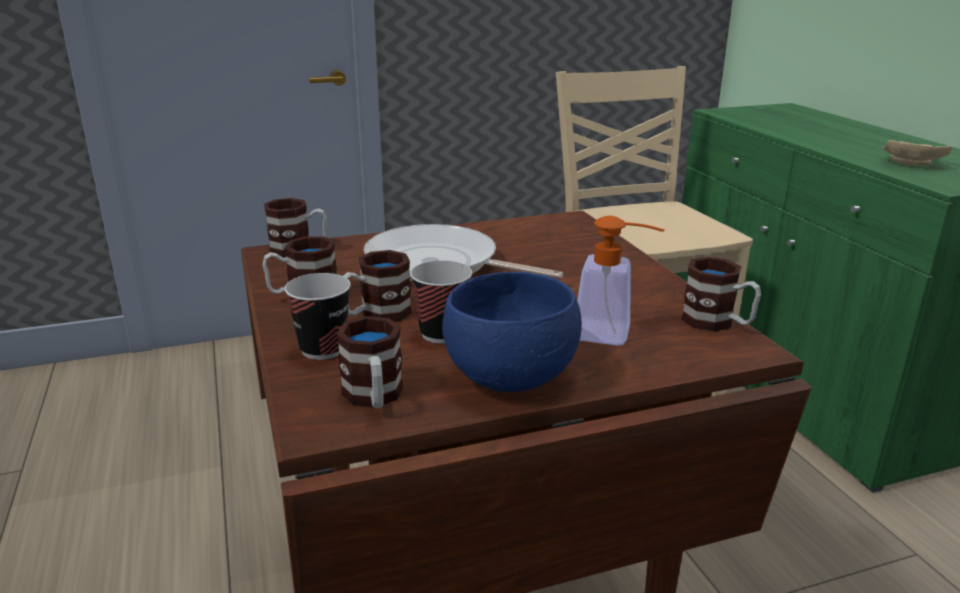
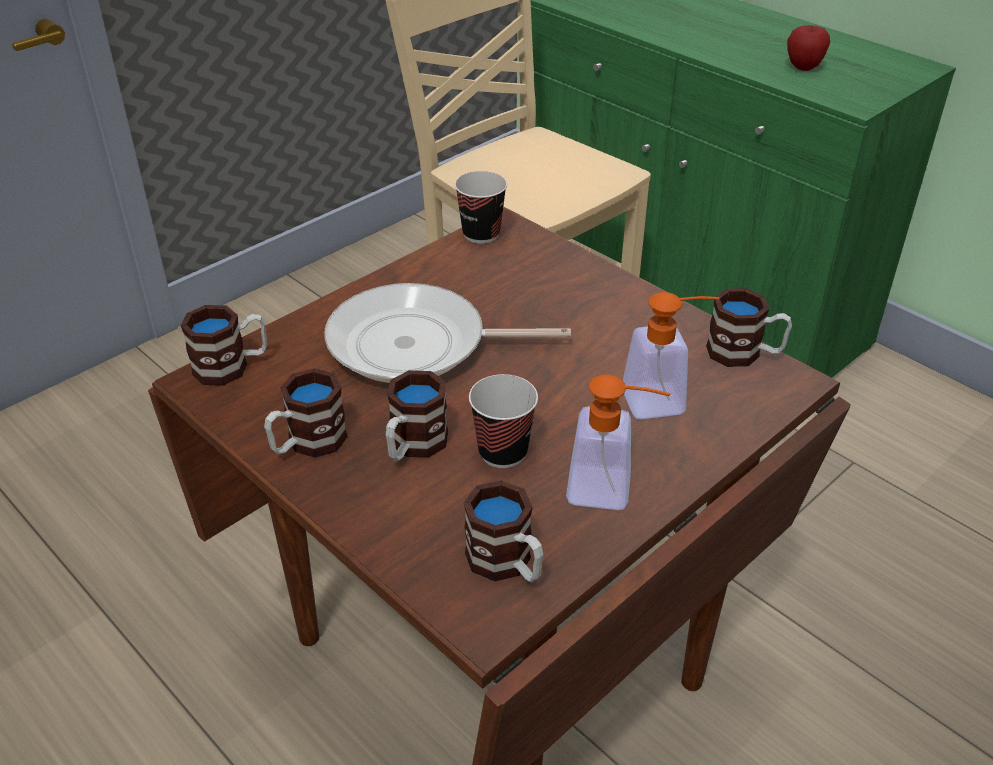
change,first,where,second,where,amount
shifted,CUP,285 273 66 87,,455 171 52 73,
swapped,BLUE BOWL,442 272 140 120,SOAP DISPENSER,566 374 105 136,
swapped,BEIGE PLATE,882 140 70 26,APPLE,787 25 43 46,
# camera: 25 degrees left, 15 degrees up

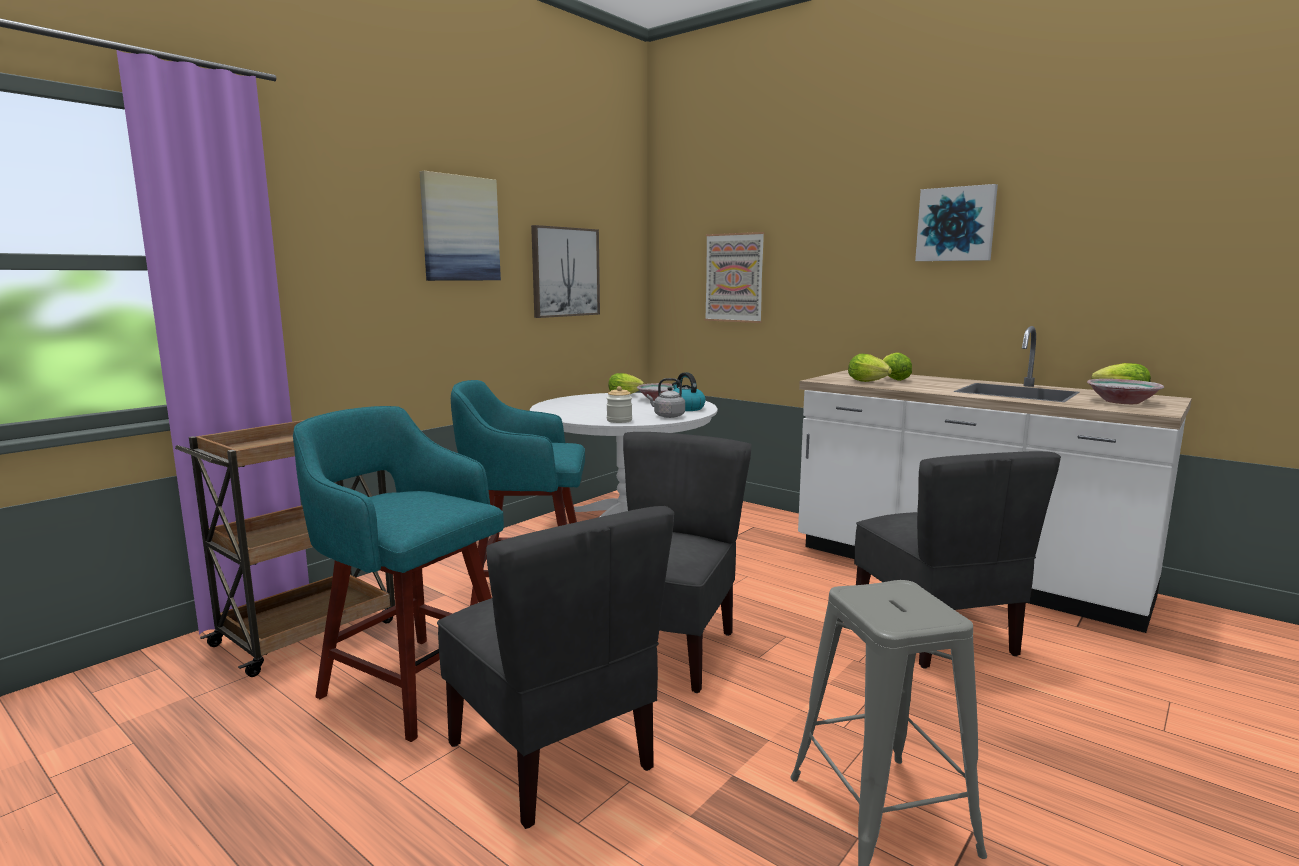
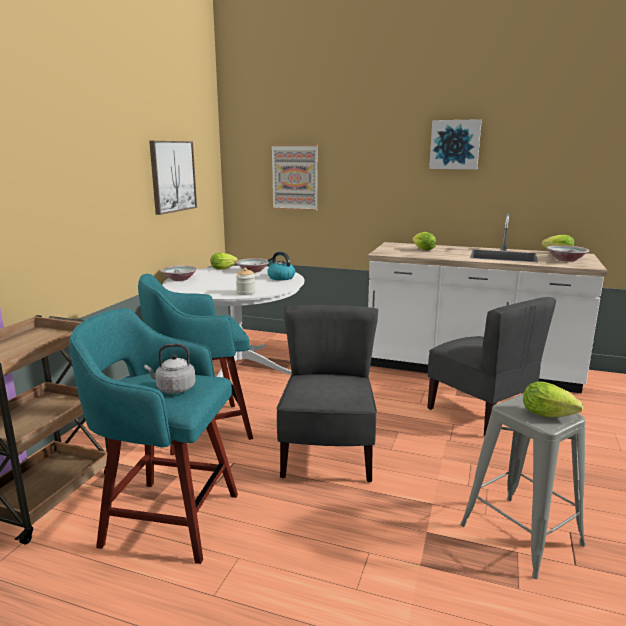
change,first,where,second,where,amount
gone,PICTURE,419 171 82 110,,,
gone,GREY CHAIR,437 506 237 323,,,
new,,,BOWL,161 265 36 16,
shifted,GREY KETTLE,647 378 38 40,,144 344 52 50,
shifted,LETTUCE,848 354 44 28,,523 381 60 36,
# camera: 20 degrees left, 5 degrees up

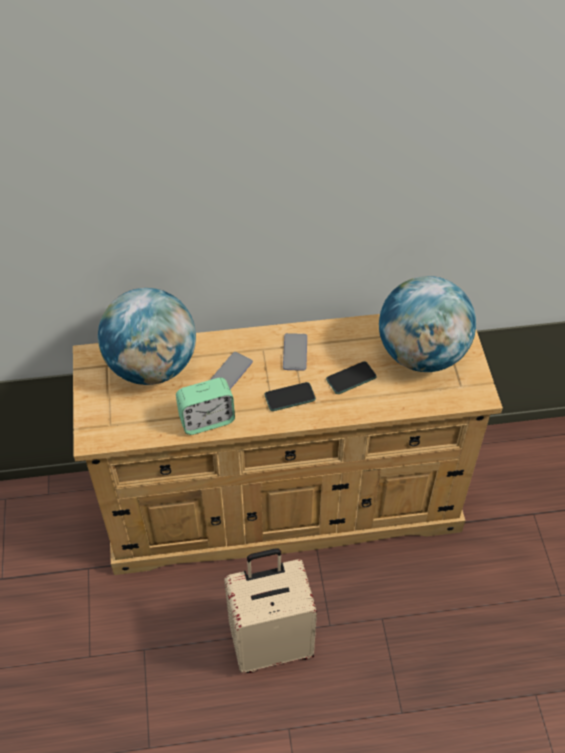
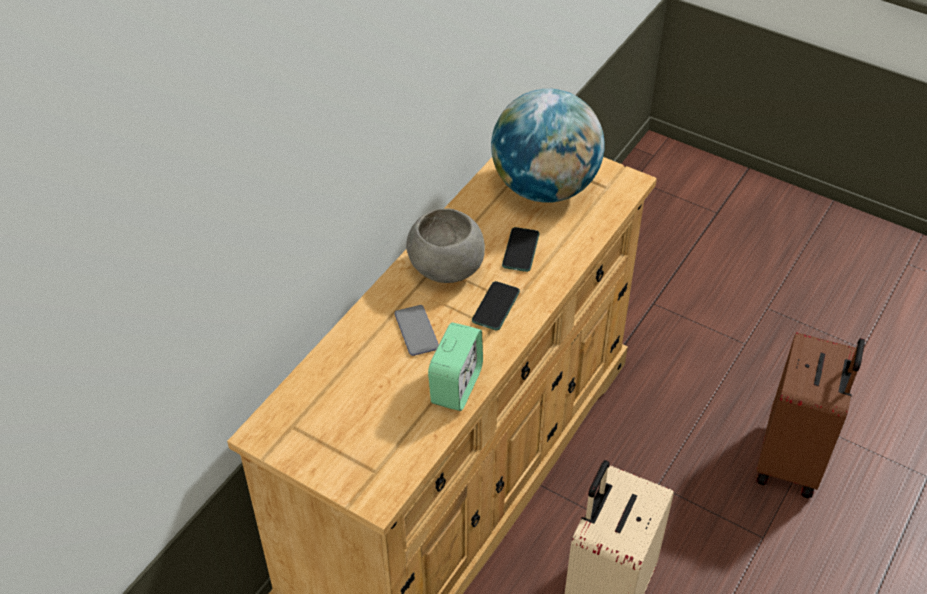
change,first,where,second,where,amount
gone,GLOBE,98 288 98 97,,,
new,,,BROWN SUITCASE,756 332 109 166,
swapped,PHONE,283 333 24 38,GREY BOWL,406 208 79 75,
# camera: 50 degrees left, 5 degrees down

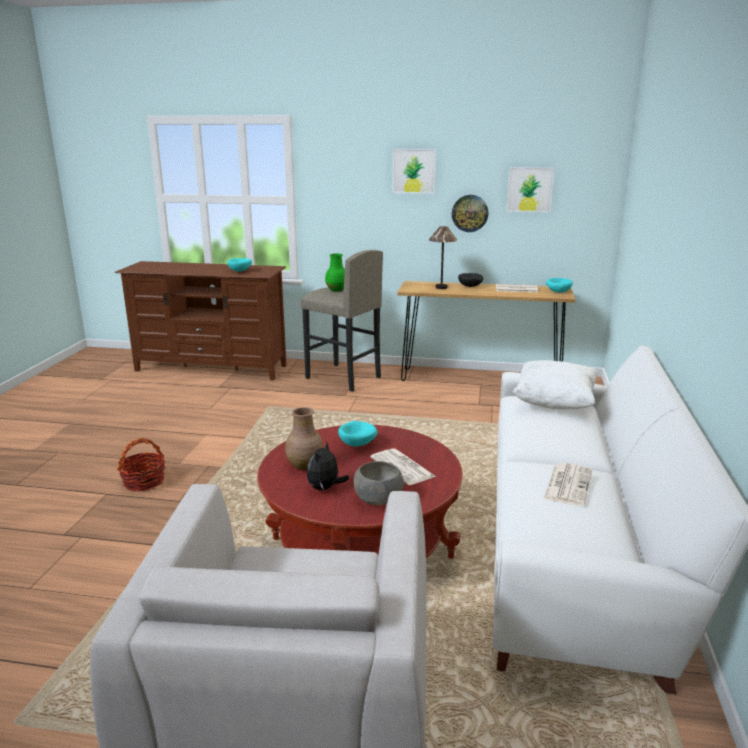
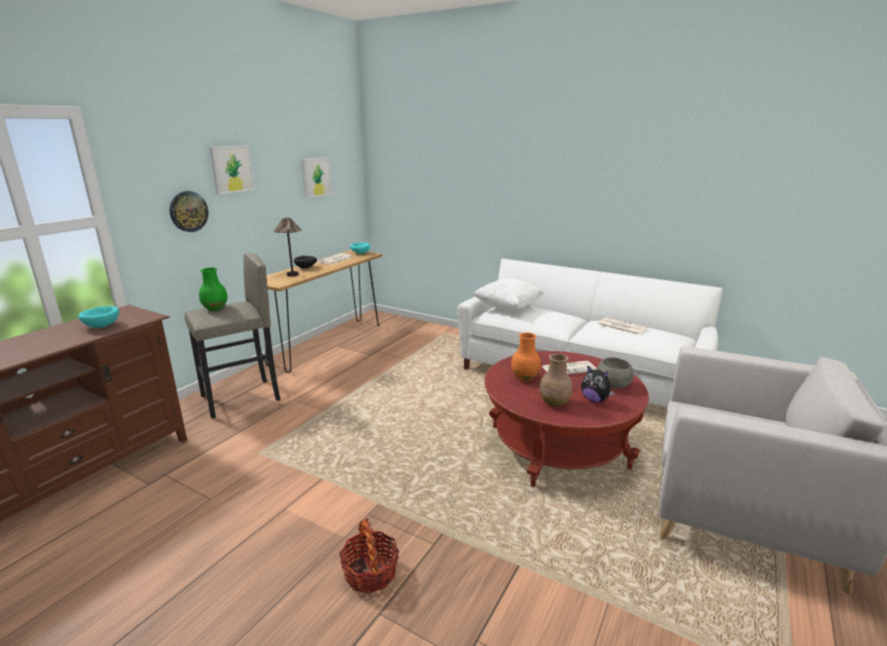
change,first,where,second,where,amount
shifted,WALL CLOCK,452 195 36 37,,170 191 39 41,
swapped,TURQUOISE BOWL,338 421 39 25,ORANGE VASE,511 332 30 49,
# camera: 70 degrees left, 0 degrees up

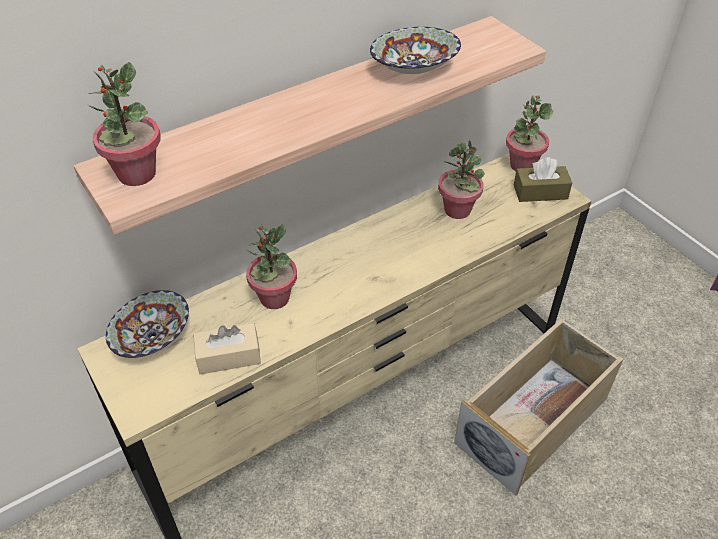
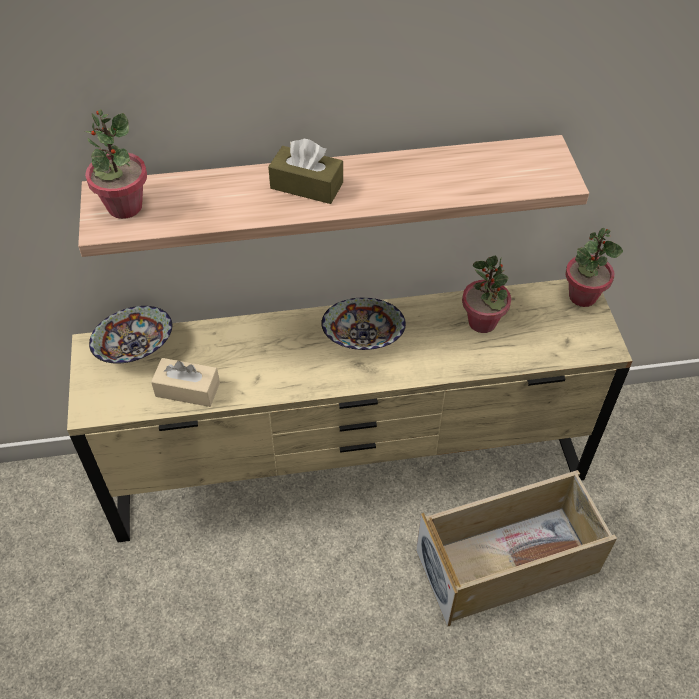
change,first,where,second,where,amount
gone,POTTED PLANT,246 225 51 84,,,
shifted,BOWL,370 27 91 47,,321 298 85 52,
shifted,BROWN TISSUE BOX,514 157 58 45,,268 139 75 65,
# camera: 25 degrees right, 5 degrees up

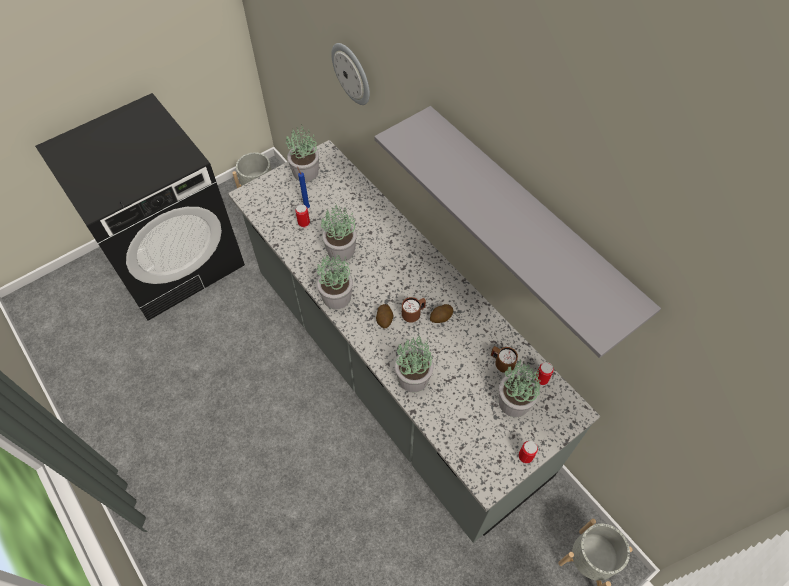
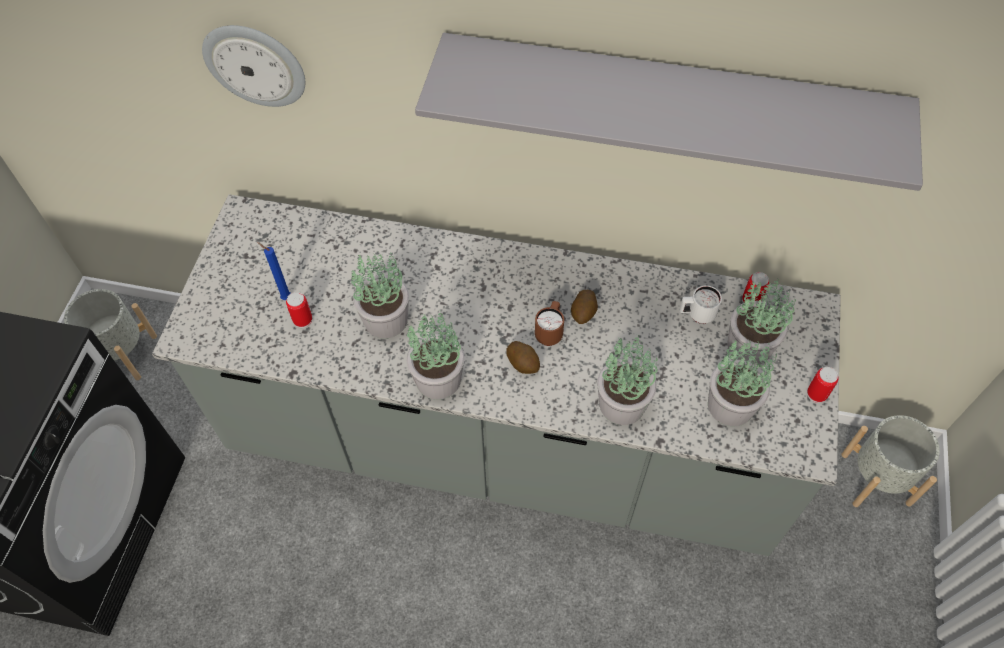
change,first,where,second,where,amount
shifted,POTTED PLANT,286 127 33 55,,708 341 69 85,
repainted,BROWN MUG,491 346 27 27,WHITE MUG,679 285 43 39,
# camera: 40 degrees left, 0 degrees up

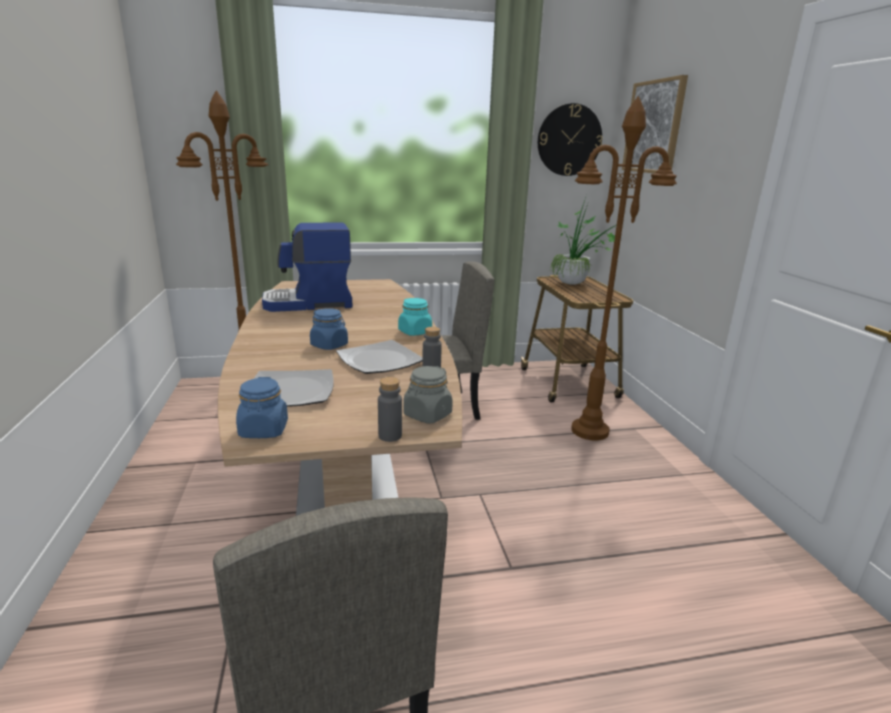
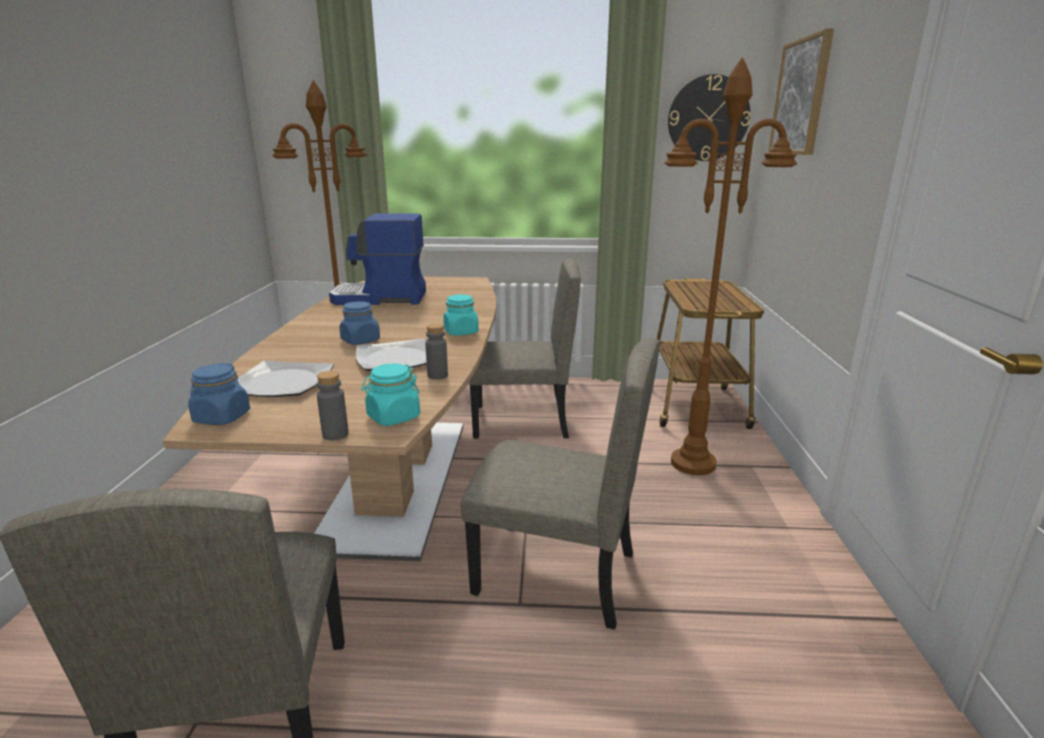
change,first,where,second,where,amount
gone,POTTED PLANT,550 198 66 87,,,
new,,,BEIGE CHAIR,461 338 199 292,
repainted,GREY JAR,403 366 50 58,TURQUOISE JAR,361 364 59 62,
# camera: 15 degrees right, 0 degrees up

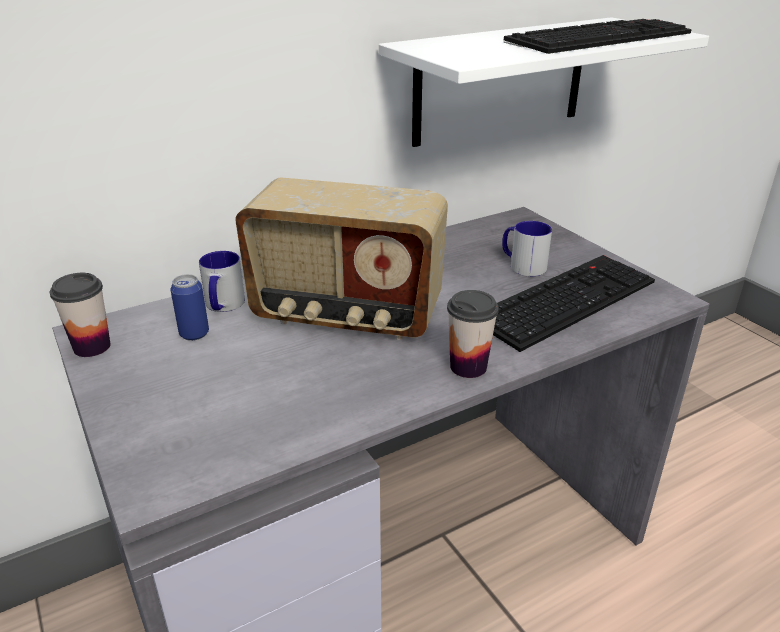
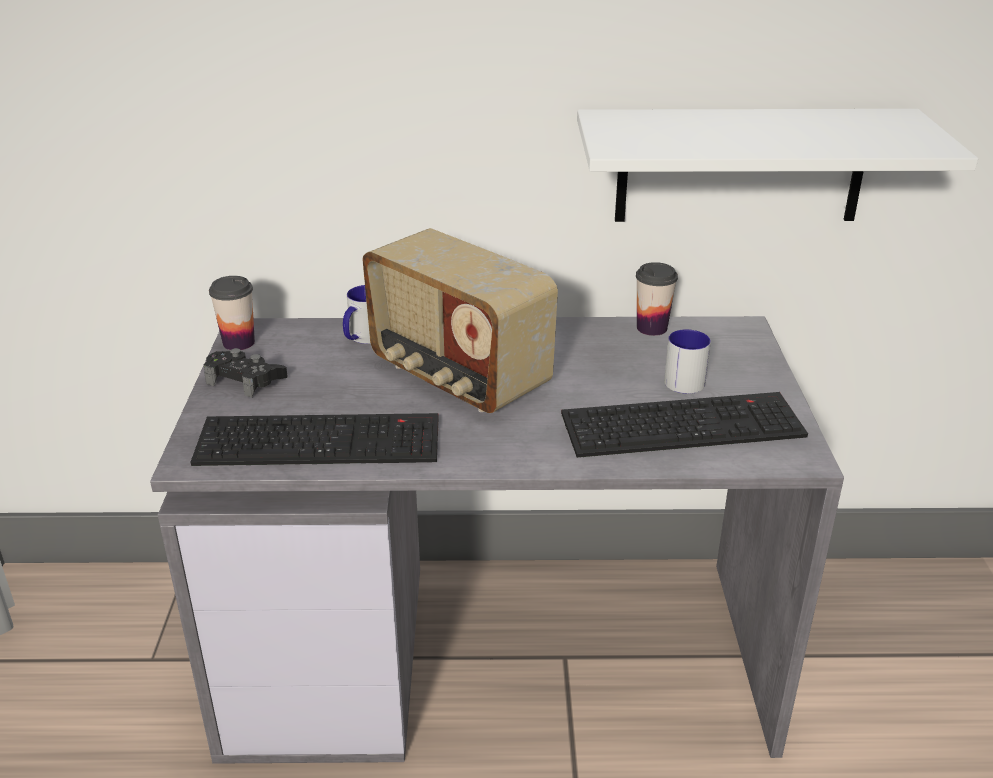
change,first,where,second,where,amount
gone,CAN,170 274 39 67,,,
new,,,BLACK GAME CONTROLLER,203 348 85 49,
shifted,CUP,447 290 52 88,,636 262 42 74,
shifted,KEYBOARD,503 19 189 35,,191 413 248 53,
# camera: 30 degrees right, 0 degrees up

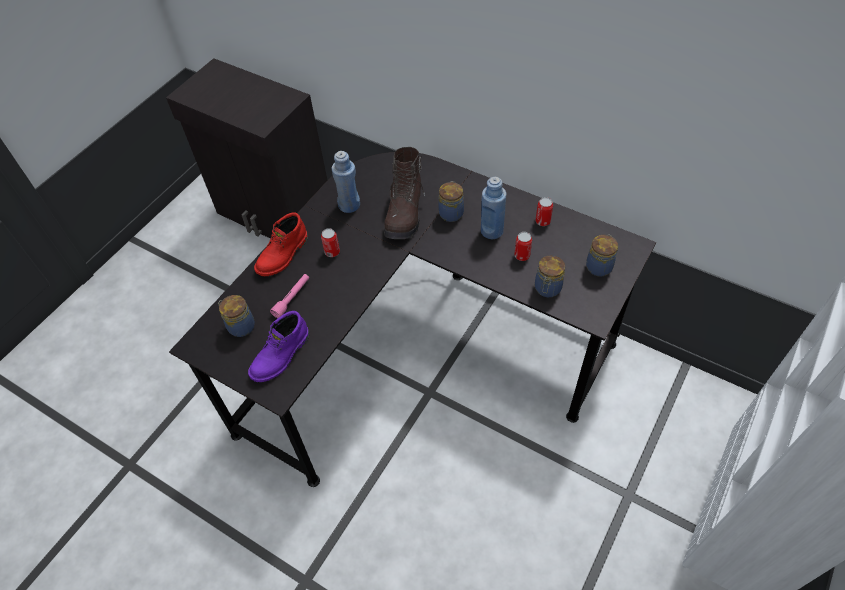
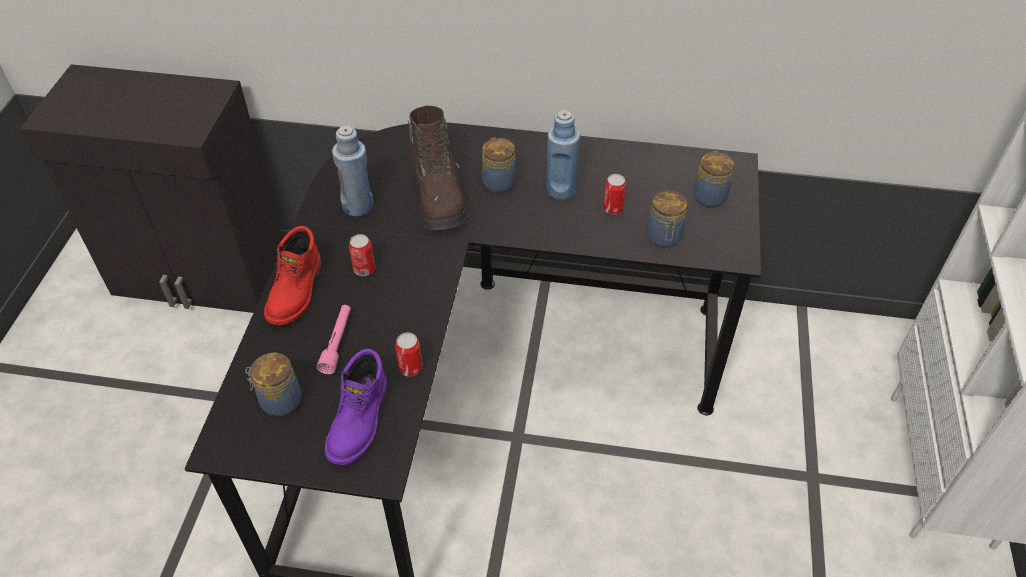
change,first,where,second,where,amount
shifted,CAN,536 197 17 29,,395 332 28 45,
# camera: 25 degrees left, 5 degrees down

